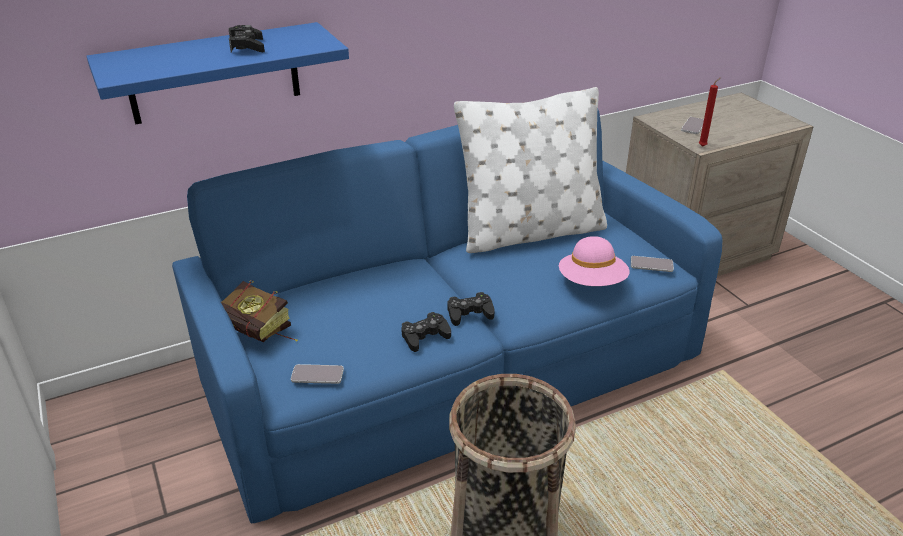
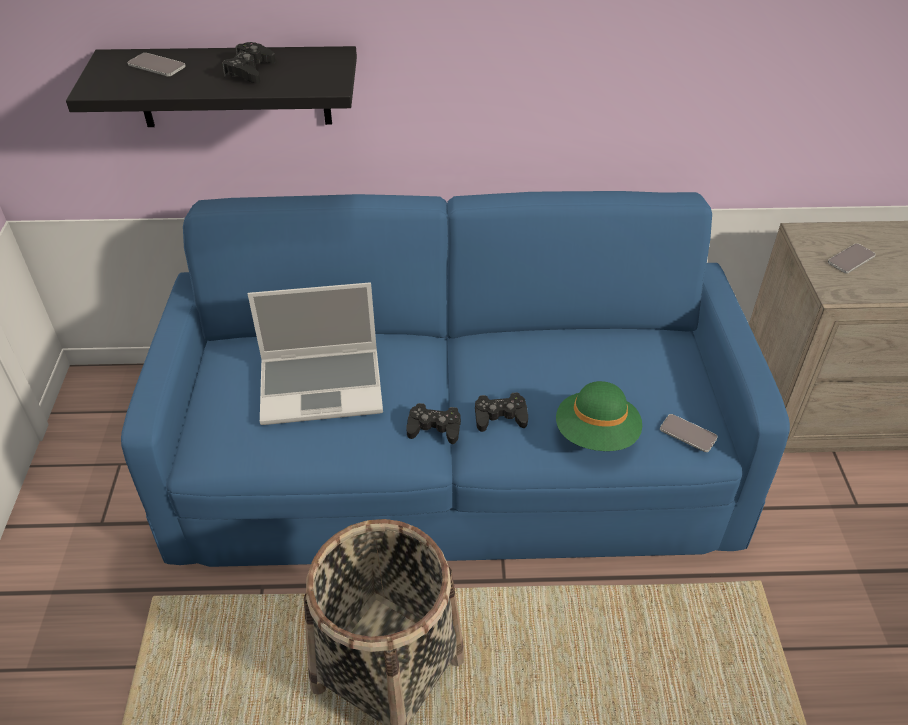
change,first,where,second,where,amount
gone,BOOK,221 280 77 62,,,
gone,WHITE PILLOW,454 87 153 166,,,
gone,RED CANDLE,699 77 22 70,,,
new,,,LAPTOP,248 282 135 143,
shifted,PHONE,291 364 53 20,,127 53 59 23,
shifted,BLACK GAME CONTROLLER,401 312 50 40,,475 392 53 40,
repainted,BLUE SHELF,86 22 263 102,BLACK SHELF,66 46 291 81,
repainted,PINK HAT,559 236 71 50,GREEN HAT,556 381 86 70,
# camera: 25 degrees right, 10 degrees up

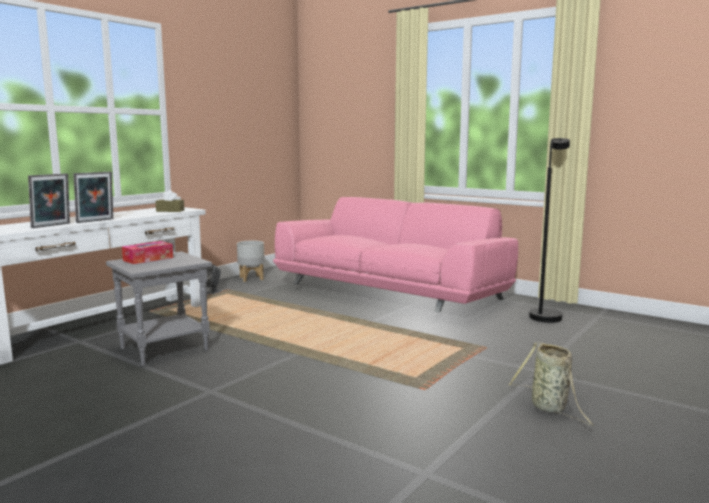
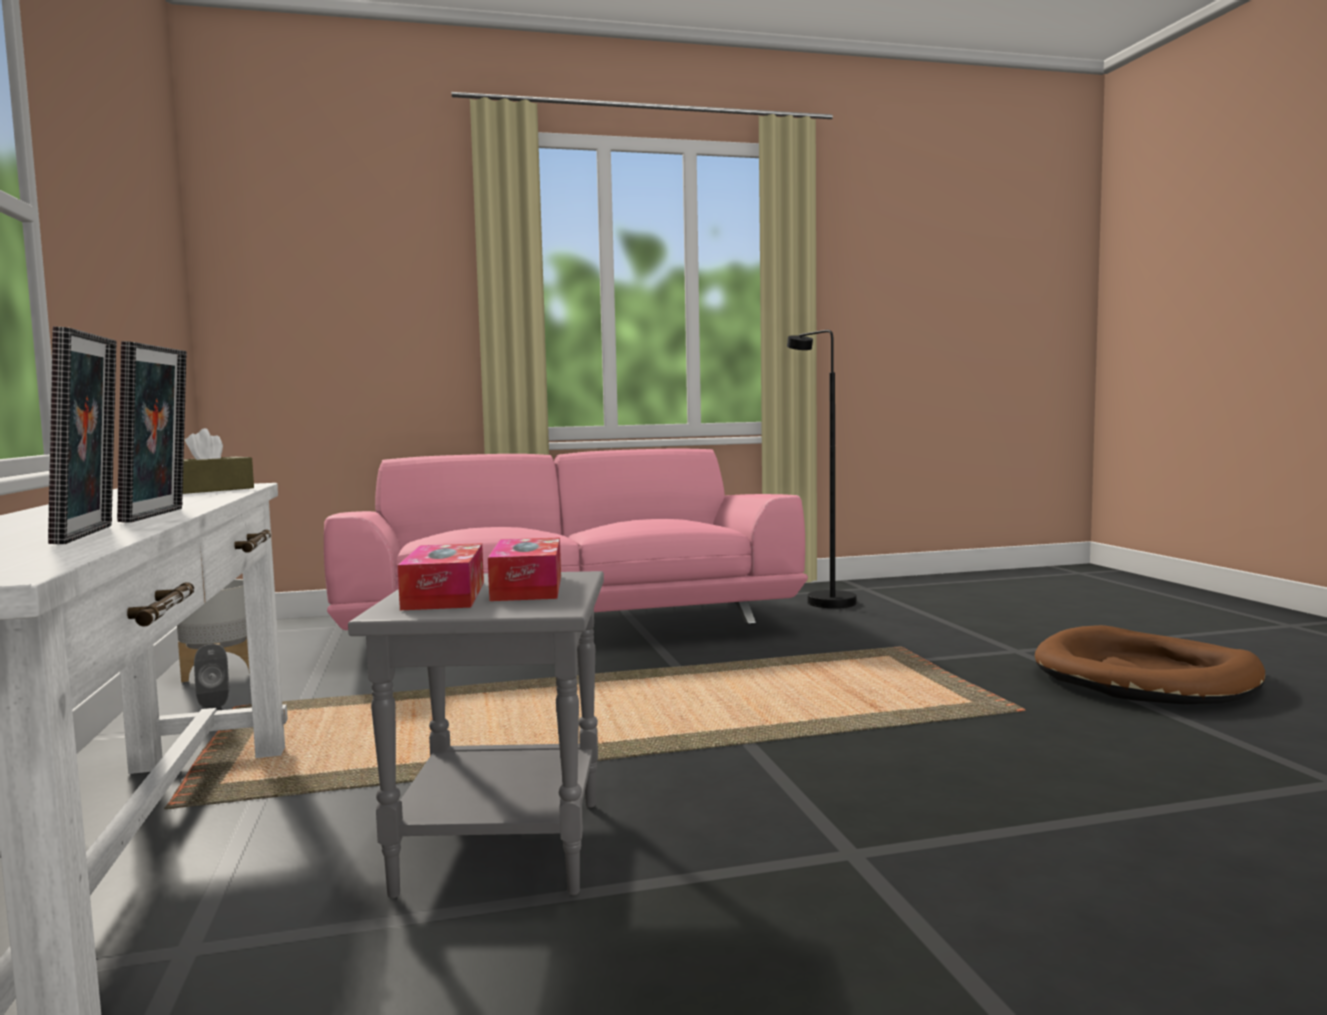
change,first,where,second,where,amount
new,,,TISSUE BOX,488 538 73 63,
swapped,BASKET,508 342 87 84,BROWN DOG BED,1035 625 231 79,
# camera: 50 degrees left, 5 degrees down

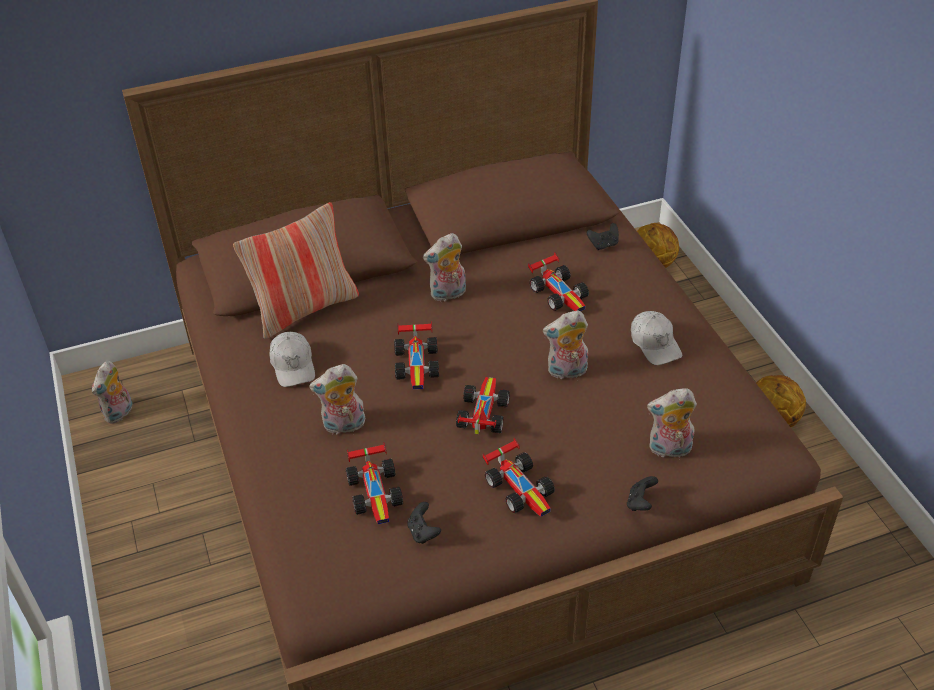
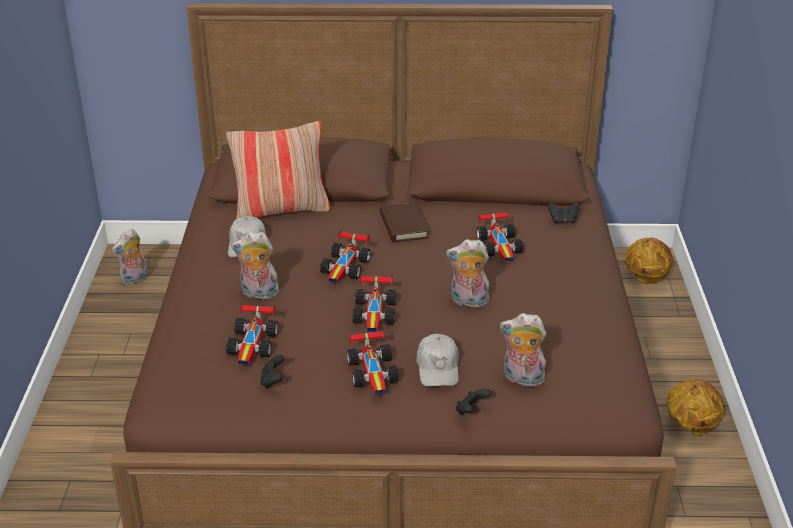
change,first,where,second,where,amount
shifted,WHITE CAP,631 311 51 54,,416 334 43 53,
swapped,PLUSH TOY,423 233 43 69,BROWN BOOK,380 203 49 39,
rotated,TOY CAR,456 377 54 57,,352 274 44 58,150 degrees clockwise
# camera: 20 degrees right, 10 degrees down

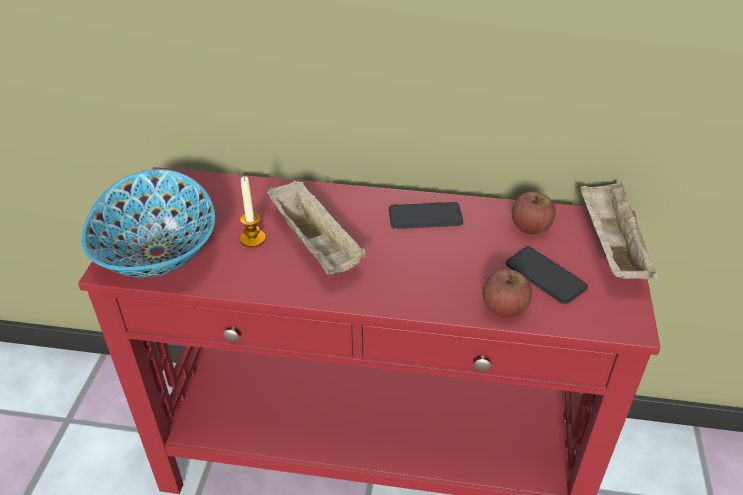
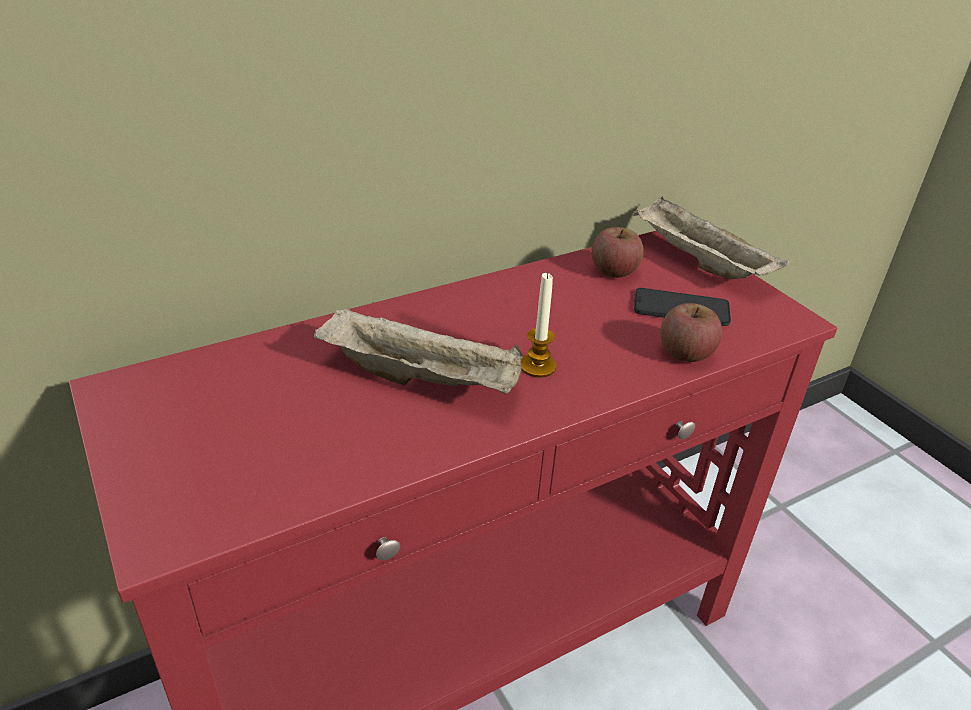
change,first,where,second,where,amount
gone,BOWL,82 169 133 109,,,
gone,PHONE,389 202 74 27,,,
shifted,CANDLE,240 176 26 72,,521 272 36 105,
# camera: 40 degrees left, 5 degrees down

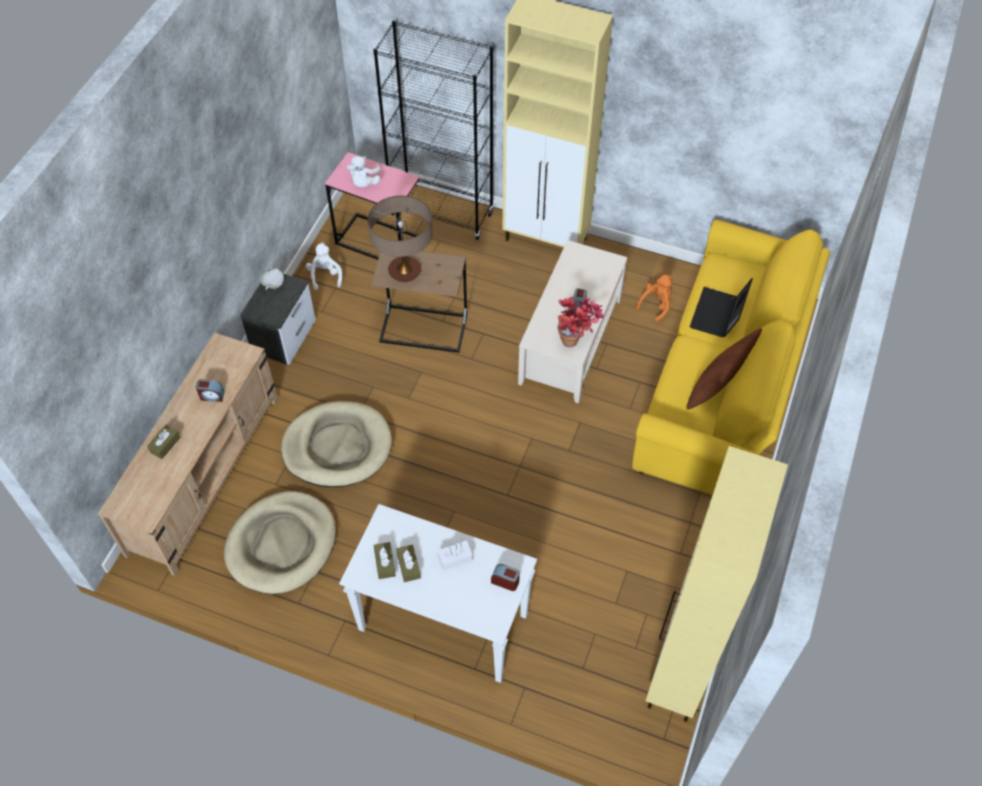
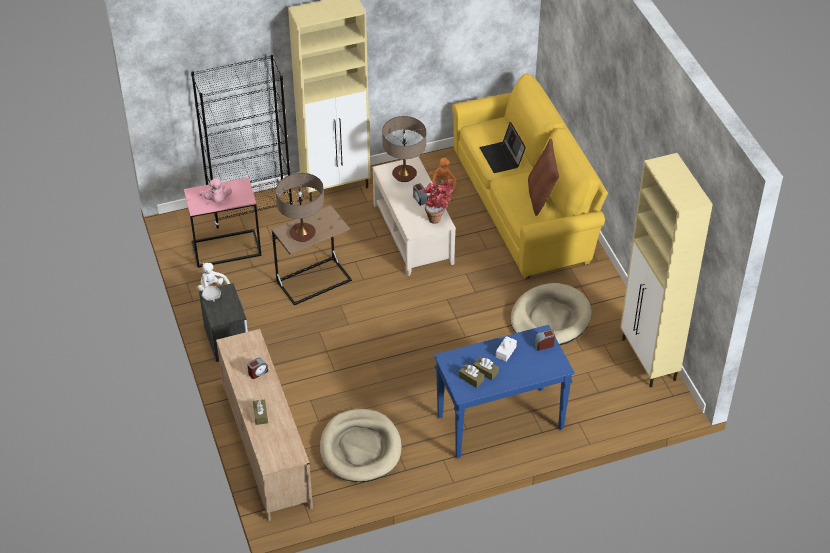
change,first,where,second,where,amount
new,,,TABLE LAMP,382 116 44 66,
shifted,BEIGE DOG BED,281 401 111 86,,510 283 82 62,
repainted,WHITE CONSOLE TABLE,339 504 198 179,BLUE CONSOLE TABLE,434 325 141 133,
repainted,WHITE PLUSH TOY,347 156 34 31,PINK PLUSH TOY,199 177 33 26,
# camera: 40 degrees left, 10 degrees down

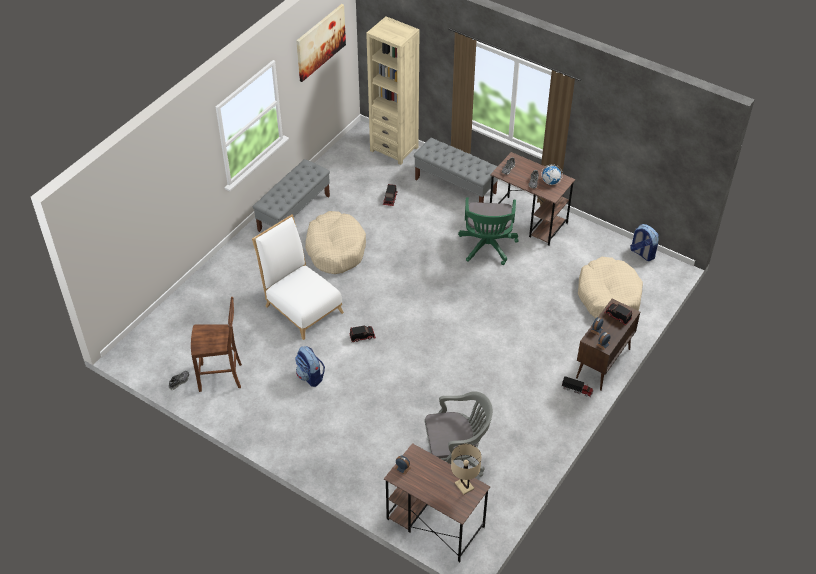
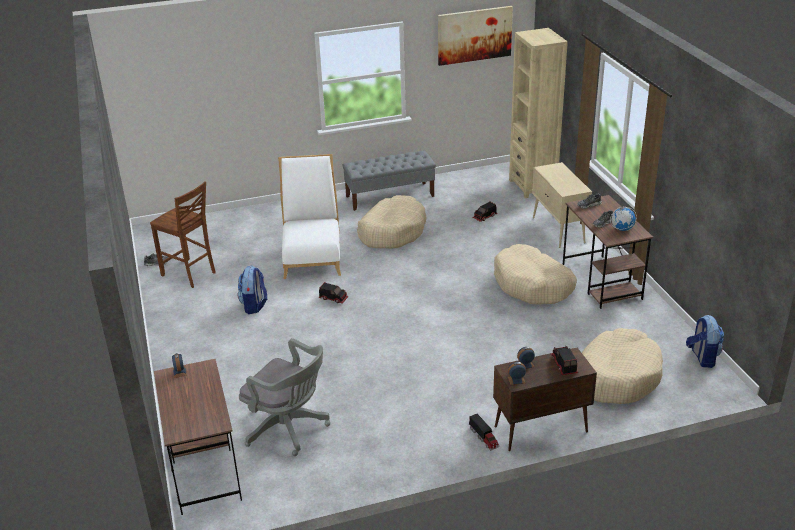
change,first,where,second,where,amount
gone,BEIGE TABLE LAMP,451 444 30 51,,,
swapped,GREY BENCH,414 138 84 65,BEIGE CABINET,532 162 60 86,
swapped,GREEN OFFICE CHAIR,458 197 61 68,BEIGE DOG BED,494 244 83 61,
# camera: 40 degrees right, 15 degrees down

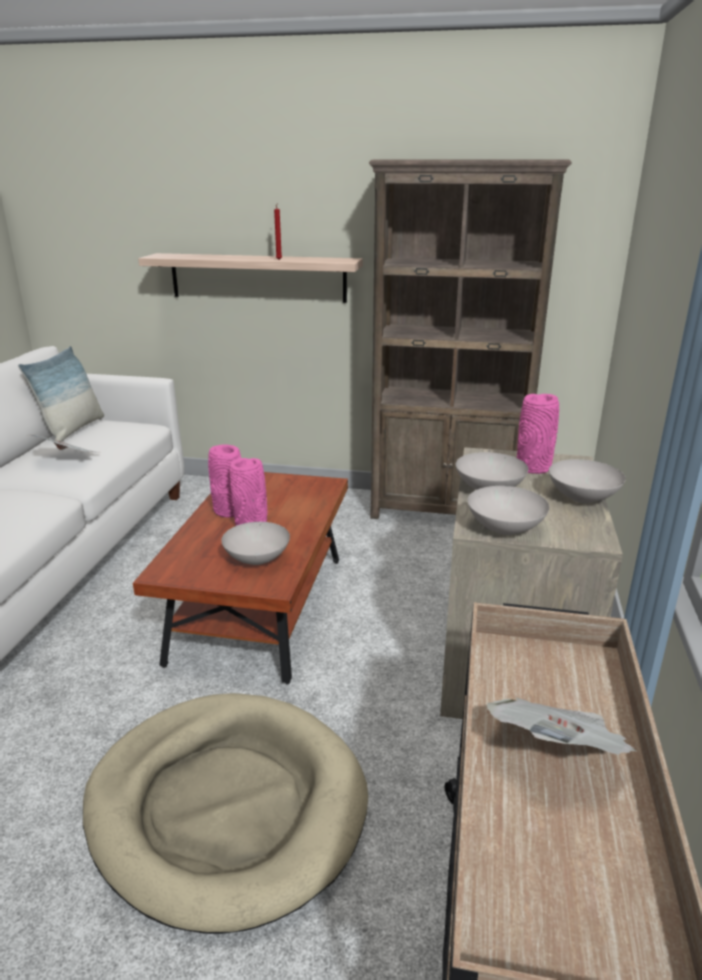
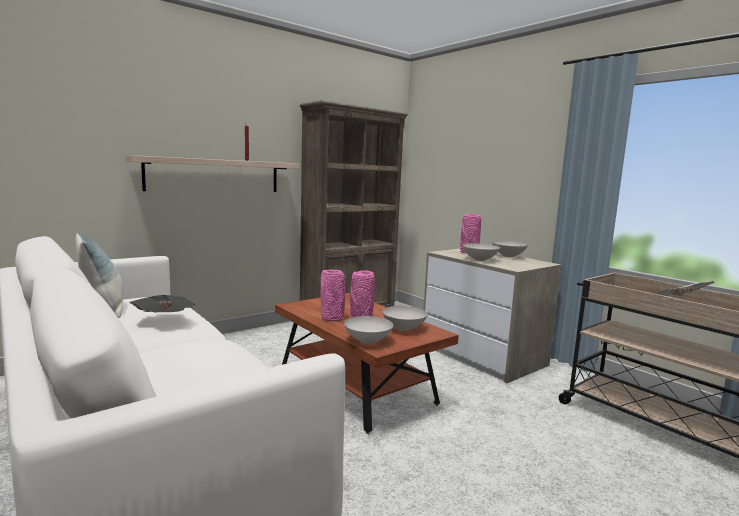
change,first,where,second,where,amount
gone,BEIGE DOG BED,83 693 285 241,,,
shifted,WHITE BOWL,467 486 82 49,,344 316 50 28,
# camera: 50 degrees left, 15 degrees down

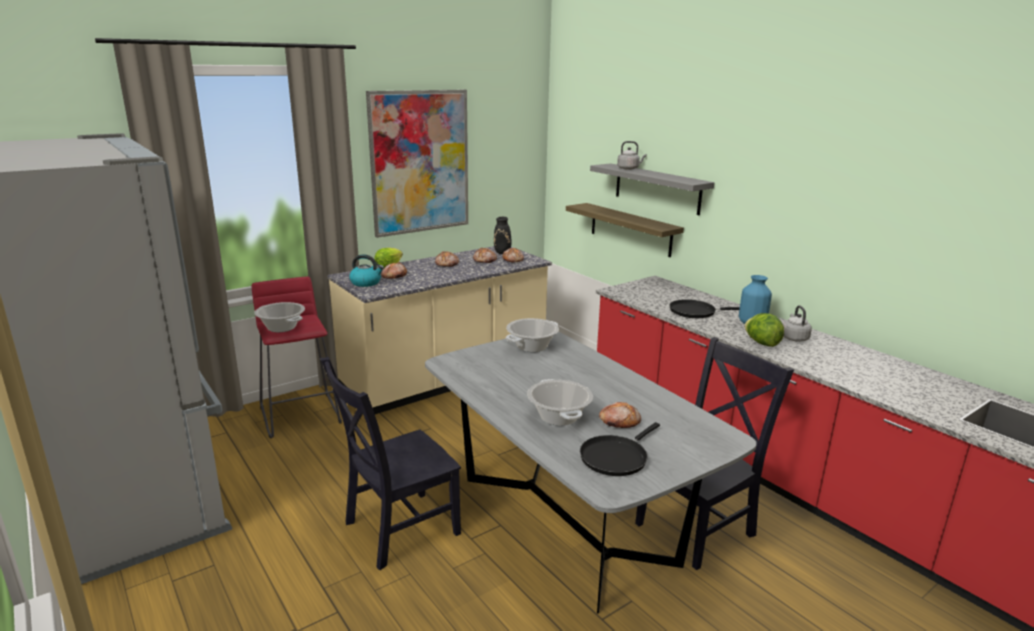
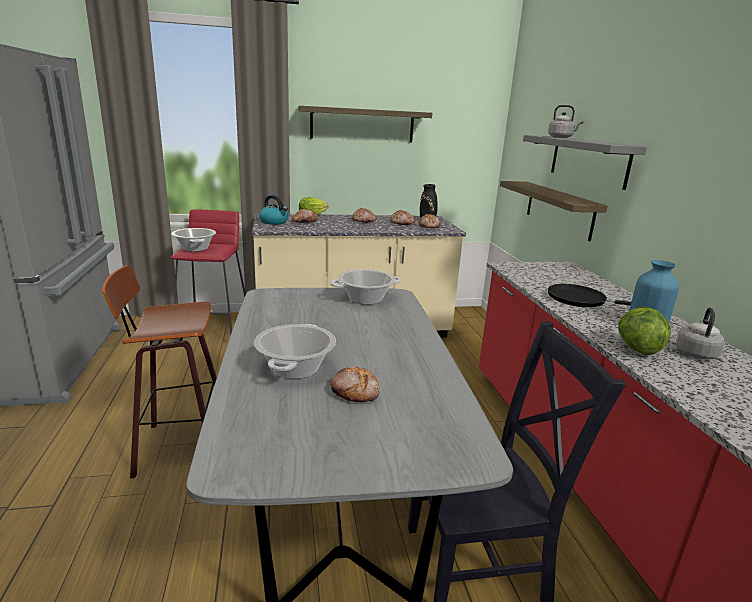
change,first,where,second,where,amount
gone,BLACK FRYING PAN,580 422 80 54,,,
swapped,BLACK CHAIR,321 357 140 213,STOOL,102 265 115 213,
swapped,PICTURE,366 90 102 148,SHELF,299 106 133 37,
# camera: 25 degrees right, 0 degrees up

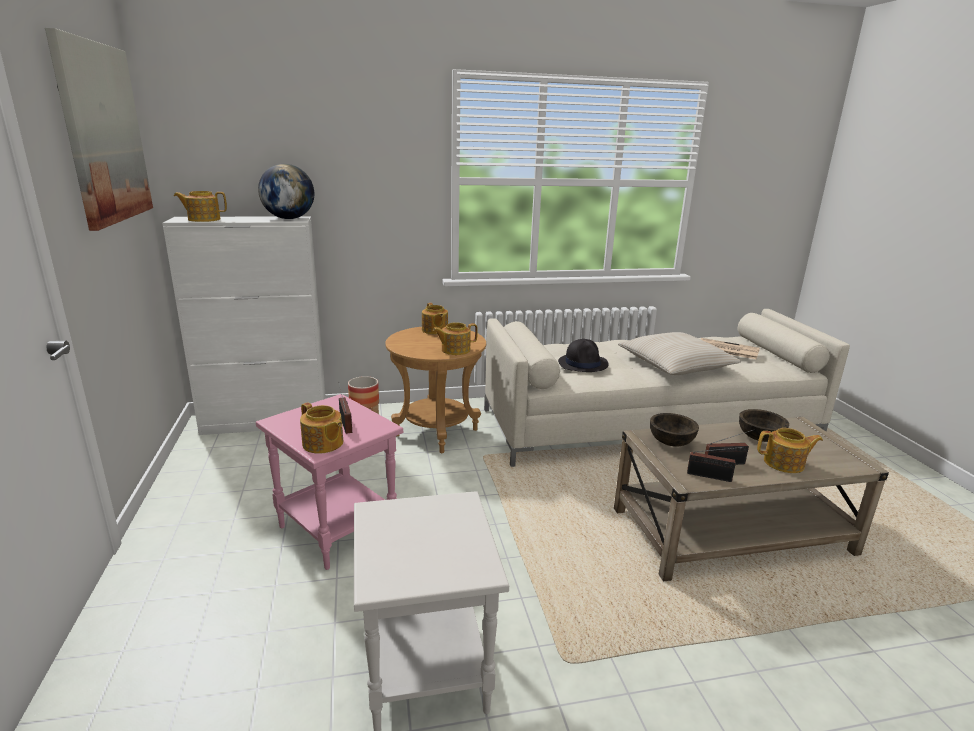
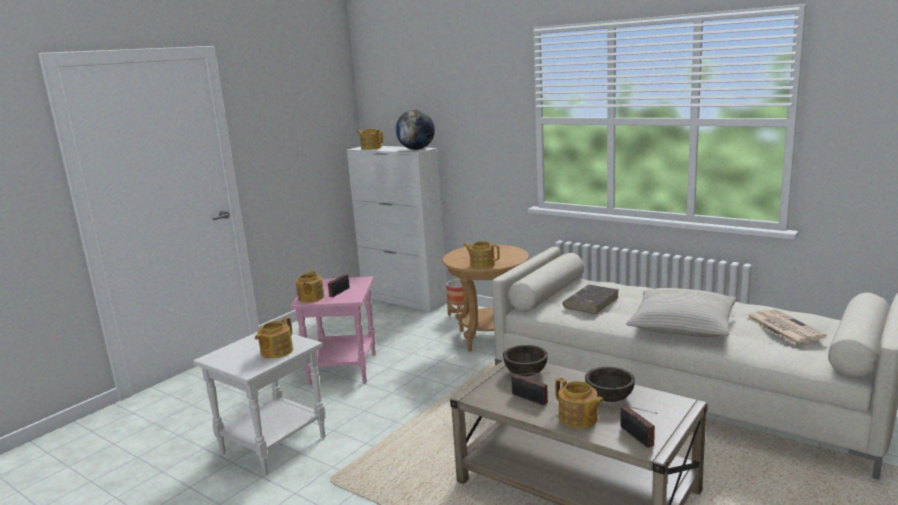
change,first,where,second,where,amount
gone,PICTURE,45 28 108 203,,,
shifted,TEAPOT,422 303 26 31,,255 317 38 41,
shifted,RADIO,687 447 57 35,,620 406 37 42,
swapped,BLACK HAT,558 339 51 33,BROWN BOOK,563 285 56 29,
# camera: 50 degrees right, 5 degrees down

